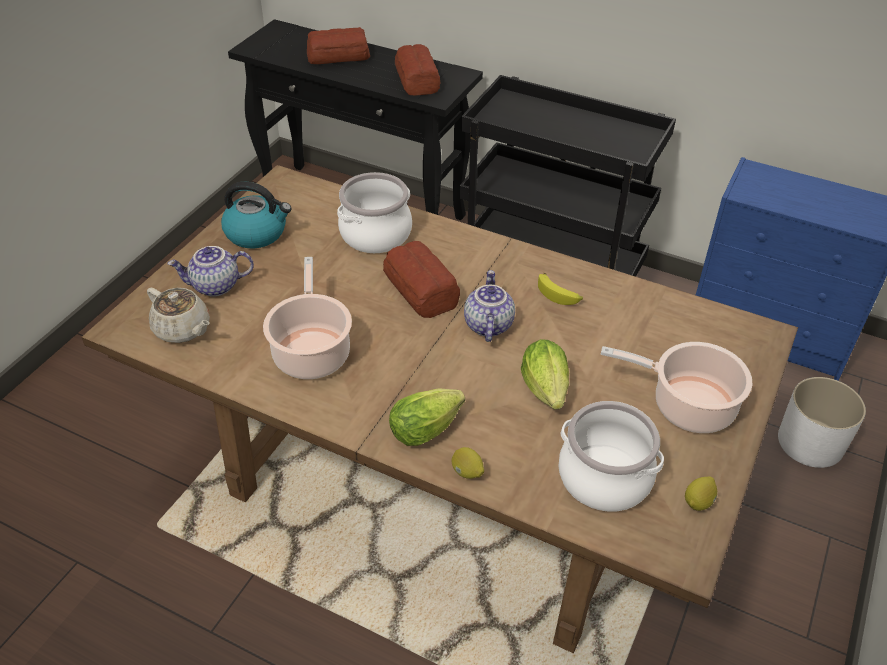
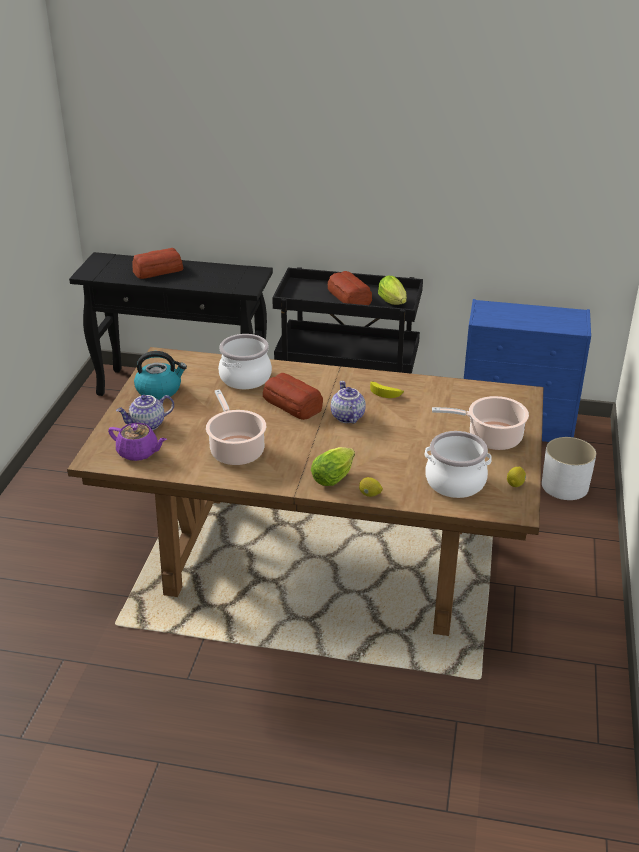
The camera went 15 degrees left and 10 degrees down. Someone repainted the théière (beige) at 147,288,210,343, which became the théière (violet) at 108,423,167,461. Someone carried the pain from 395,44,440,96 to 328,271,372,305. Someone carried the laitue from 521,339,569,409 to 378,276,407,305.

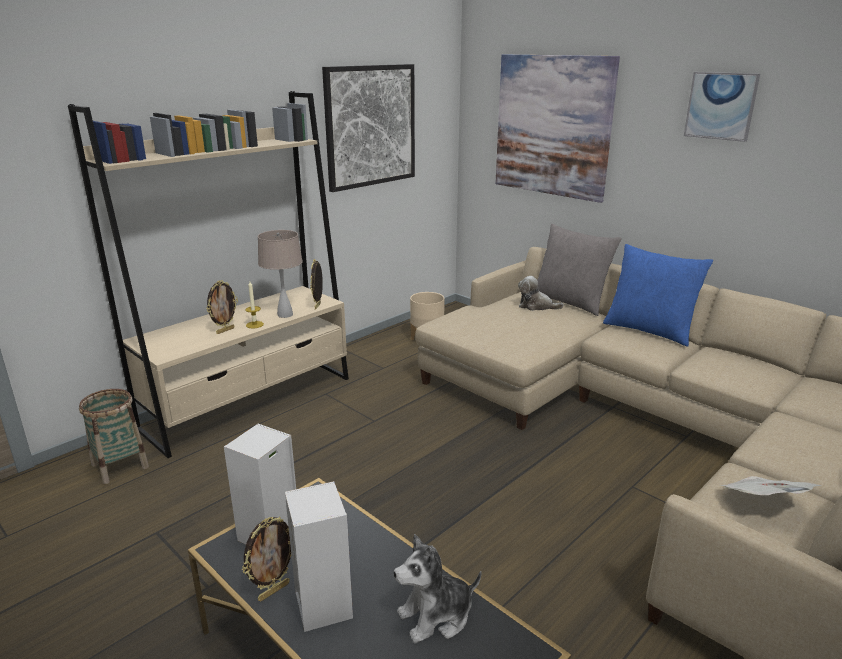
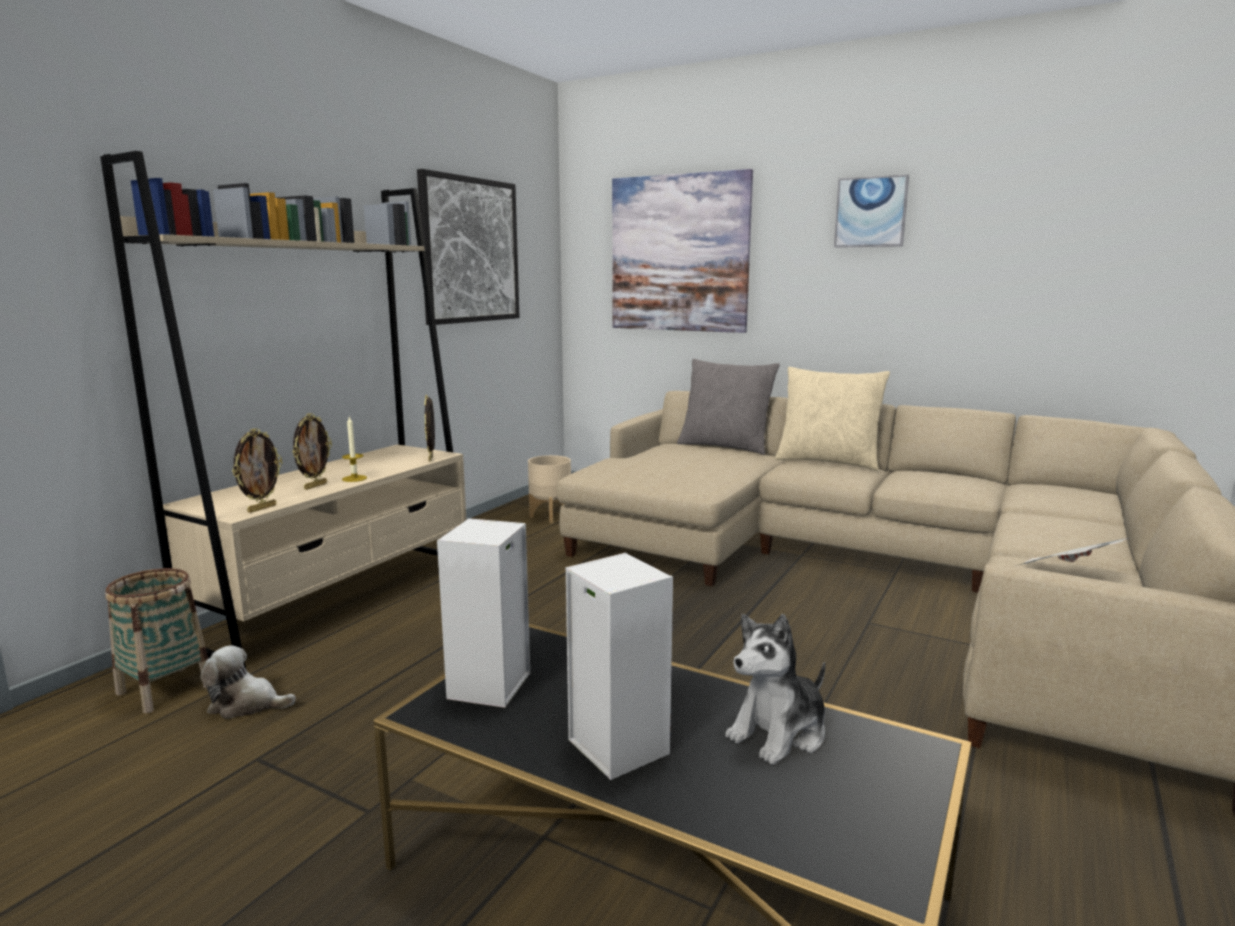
The camera went 15 degrees left and 10 degrees down. Someone carried the cadre photo from 242,517,292,601 to 232,428,283,513. Someone took away the lampe de table (beige) at 258,230,303,318. Someone carried the peluche from 518,276,564,311 to 200,645,296,719. Someone repainted the coussin (bleu) at 603,244,713,347, which became the coussin (beige) at 775,367,890,470.

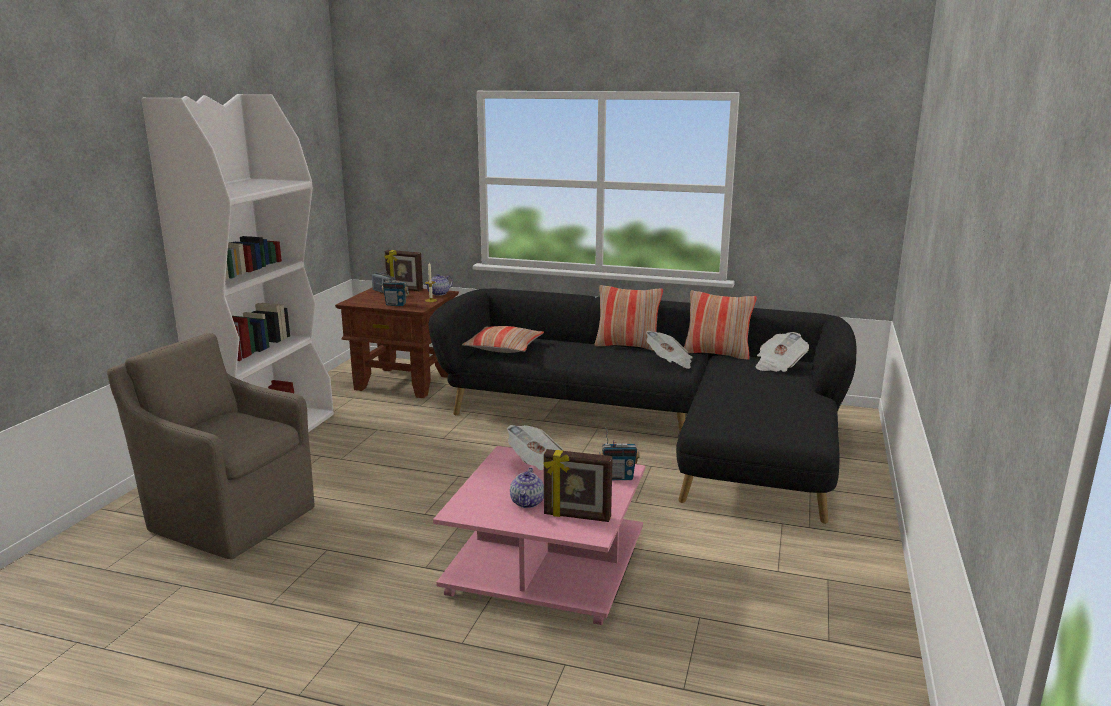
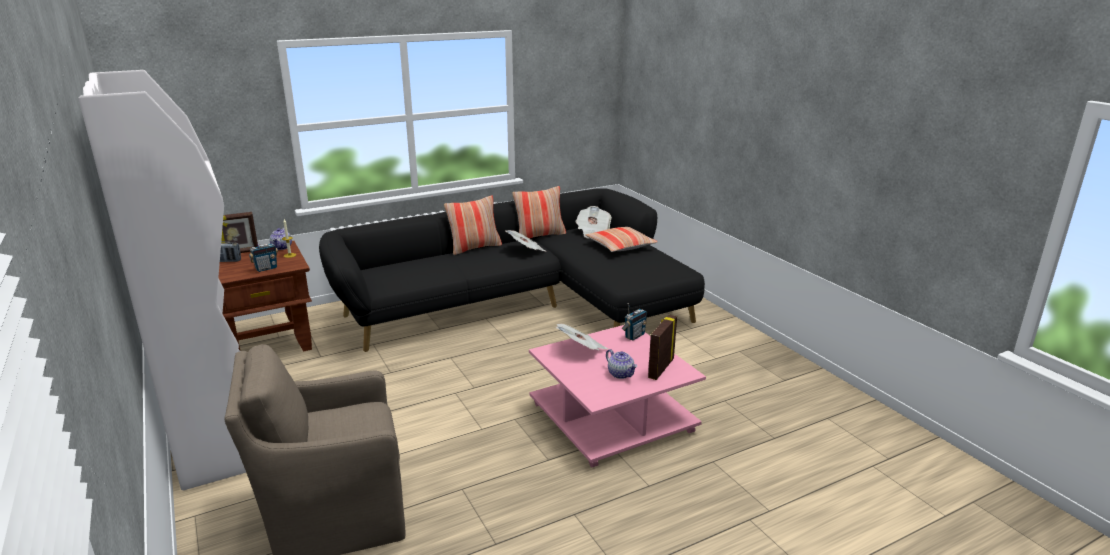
The camera went 45 degrees left and 5 degrees up. Someone carried the coussin from 462,326,544,353 to 585,227,658,252. Someone rotated the cadre photo at 544,449,613,522 by 150 degrees clockwise.

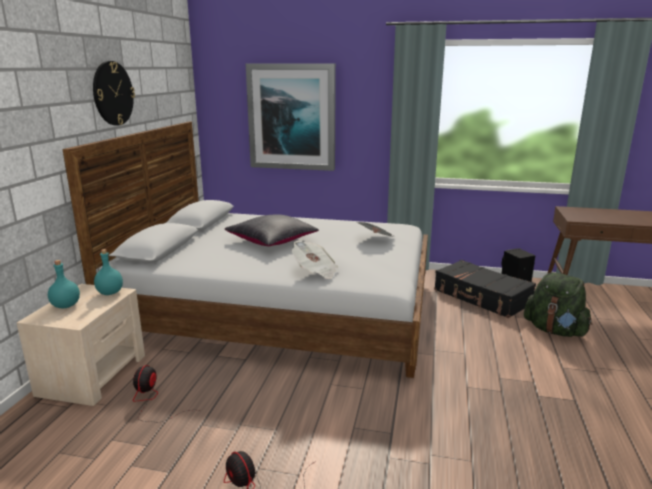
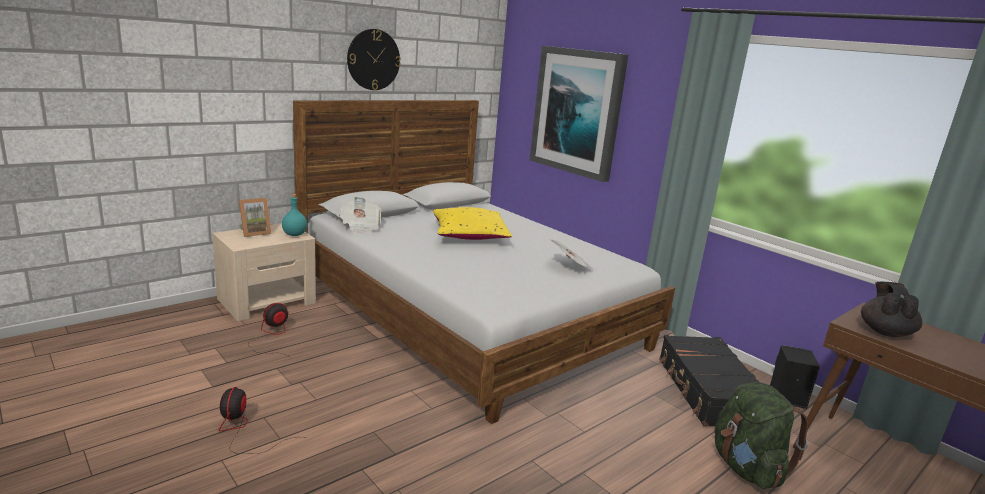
The camera went 35 degrees right and 0 degrees up. Someone swapped the bouteille (turquoise) at 48,260,80,308 for the cadre photo at 239,198,272,237. Someone repainted the coussin (noir) at 225,214,319,246, which became the coussin (jaune) at 433,207,512,240. Someone carried the journal from 291,241,339,279 to 339,197,382,234. Someone put down the théière (noir) at 861,282,922,337.

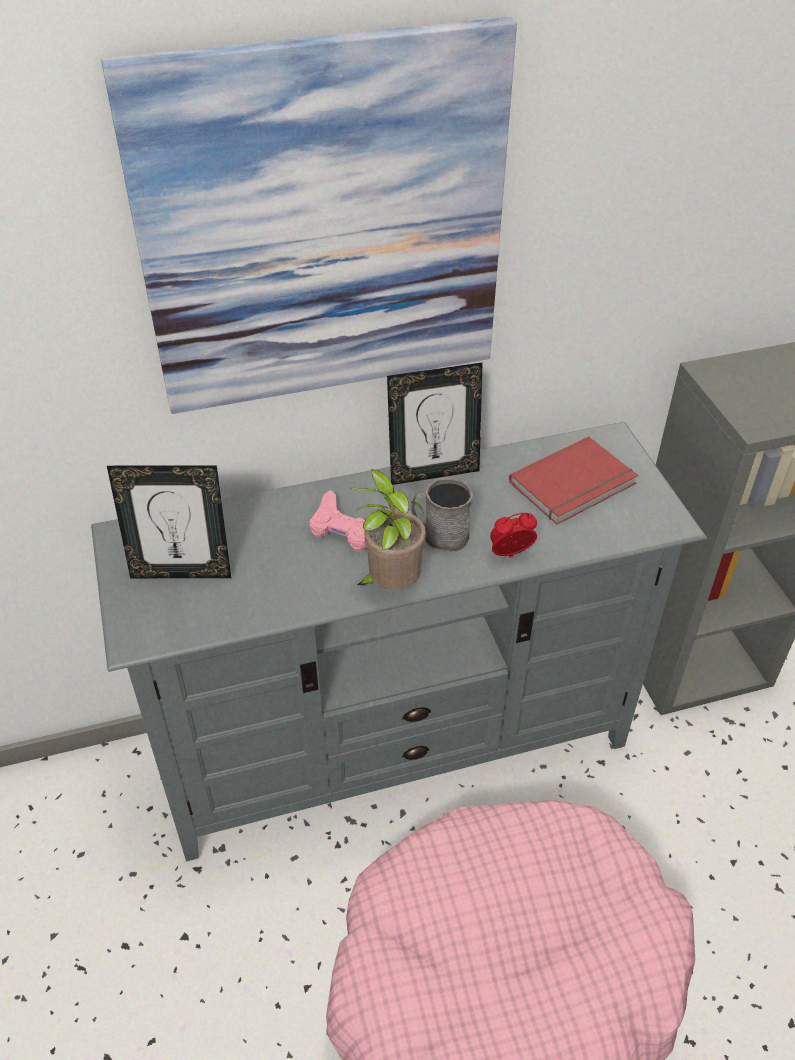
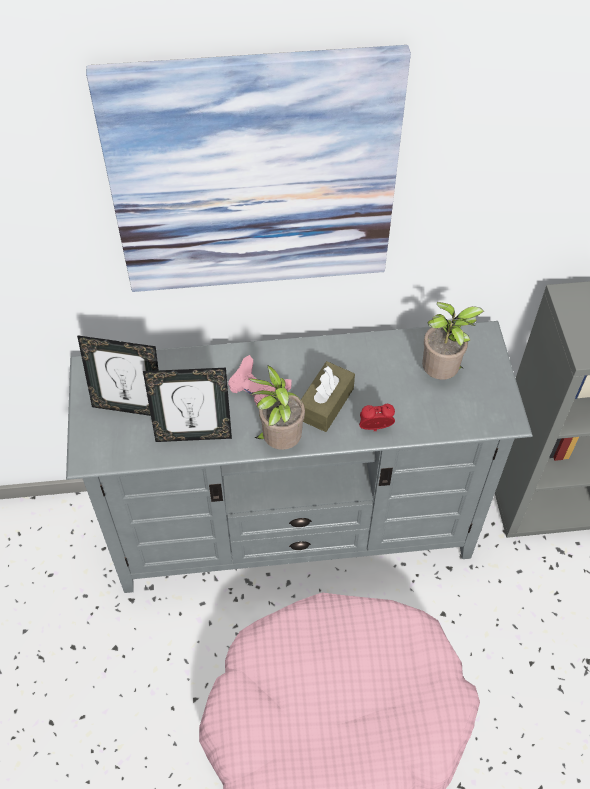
The camera went 10 degrees right and 10 degrees up. Someone carried the cadre photo from 387,362,483,485 to 143,368,232,442. Someone swapped the mug (gris) at 411,478,473,552 for the boîte à mouchoirs (marron) at 301,361,355,432. Someone swapped the livre (rouge) at 509,436,638,524 for the plante en pot at 422,302,484,380.

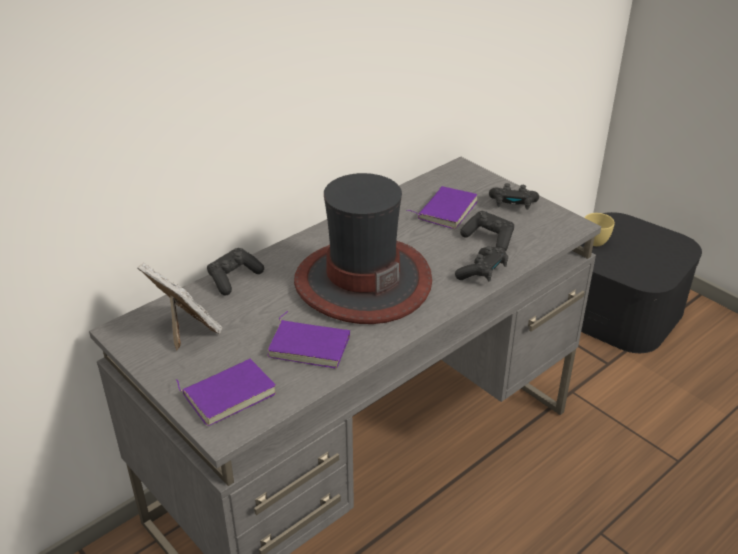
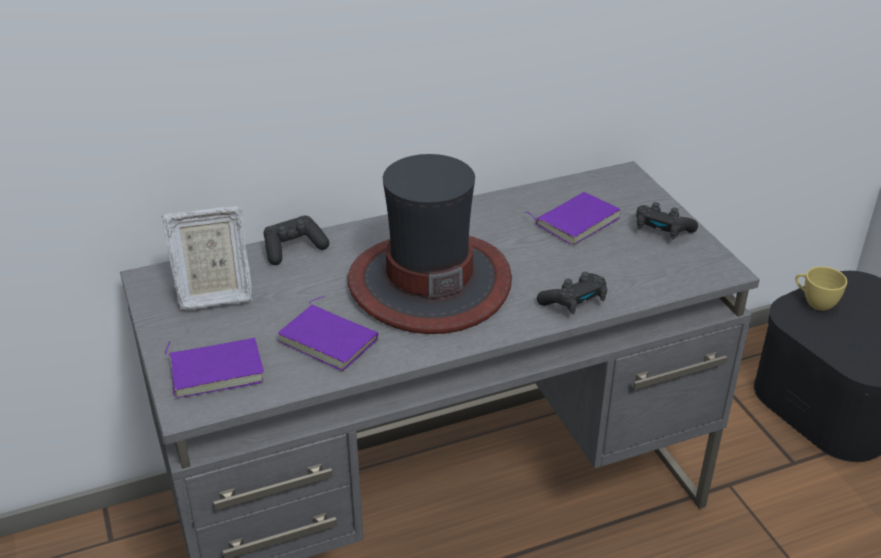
The camera went 20 degrees right and 0 degrees up. Someone rotated the cadre photo at 138,263,222,351 by 105 degrees clockwise. Someone took away the manette (noir) at 460,211,514,251.

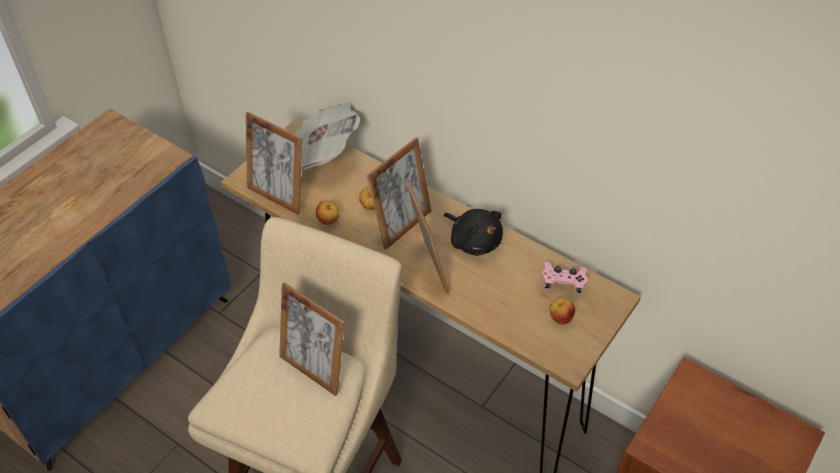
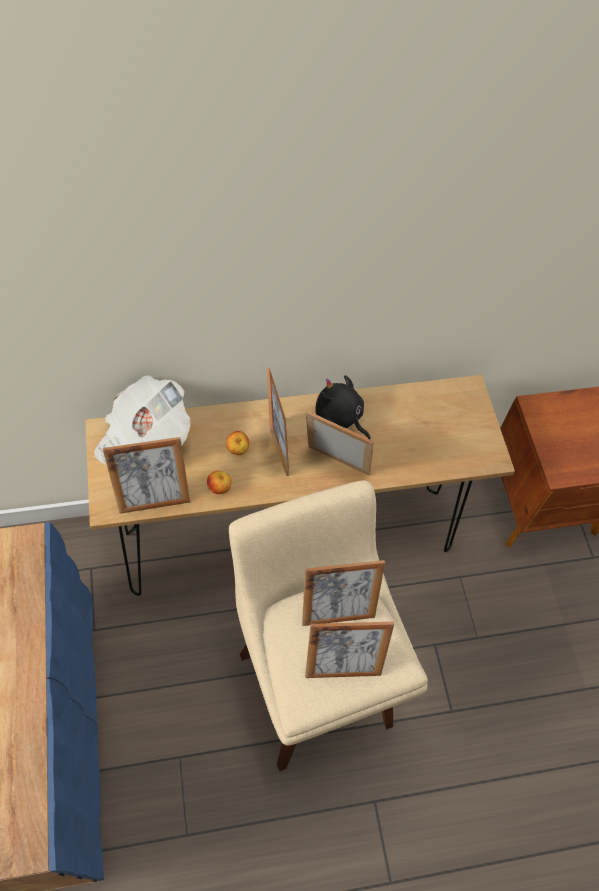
The camera went 50 degrees left and 10 degrees up. Someone rotated the peluche (noir) at 444,209,503,256 by 135 degrees counterclockwise. Someone took away the manette (rose) at 542,262,588,295. Someone took away the pomme at 549,298,575,325. Someone put down the cadre photo at 305,622,394,678.

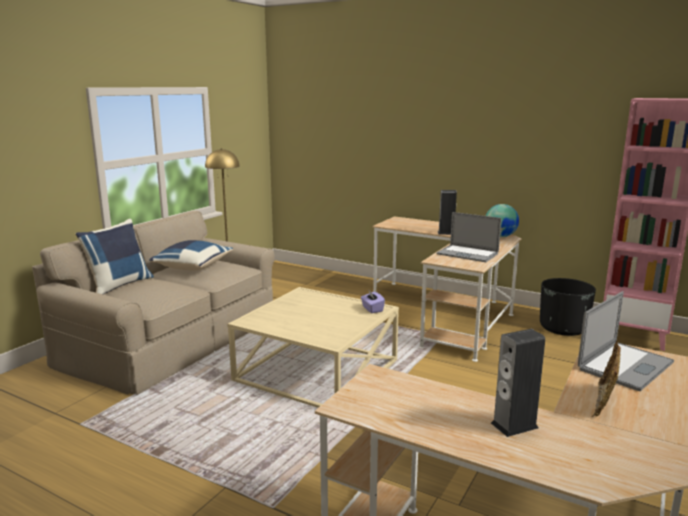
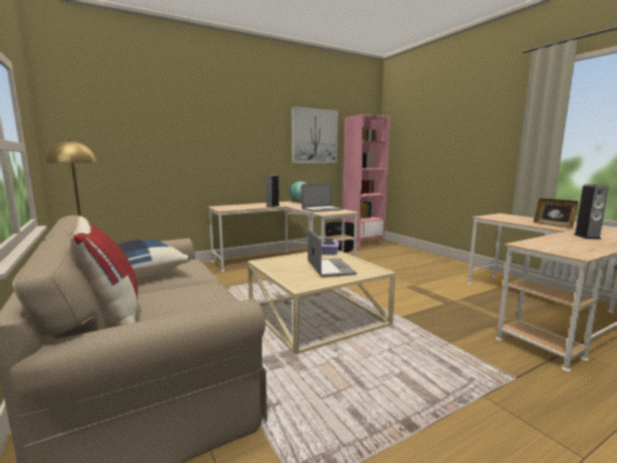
The camera went 60 degrees left and 5 degrees down. Someone repainted the coussin (bleu) at 76,219,154,295, which became the coussin (rouge) at 68,216,138,326. Someone carried the ordinateur portable from 578,291,674,391 to 308,228,357,278. Someone put up the tableau at 291,107,338,163.

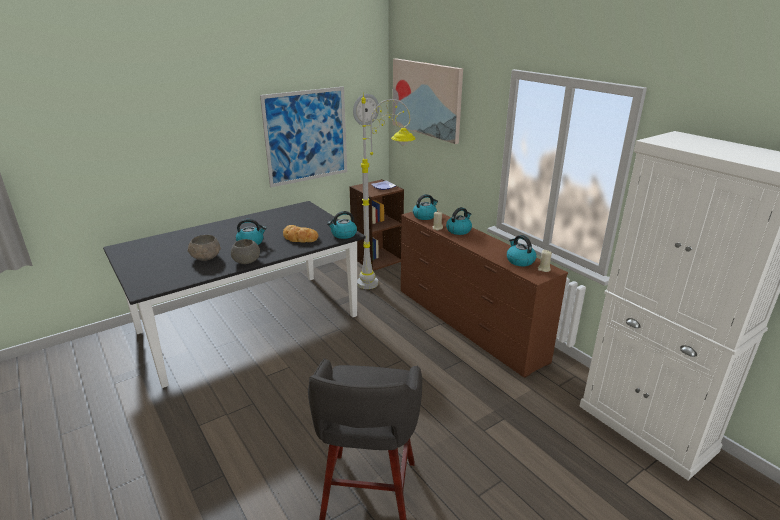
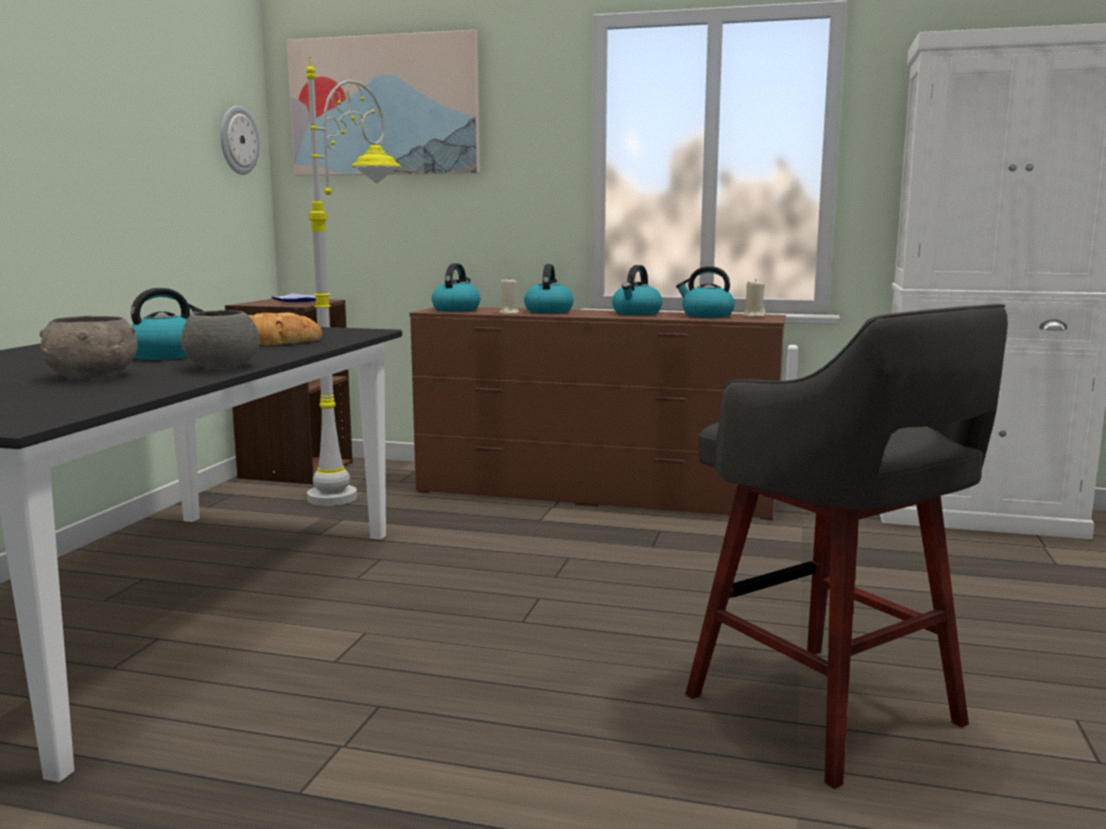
The camera went 40 degrees left and 15 degrees down. Someone took away the tableau at 260,87,347,188. Someone carried the bouilloire from 327,211,357,239 to 612,265,663,315.

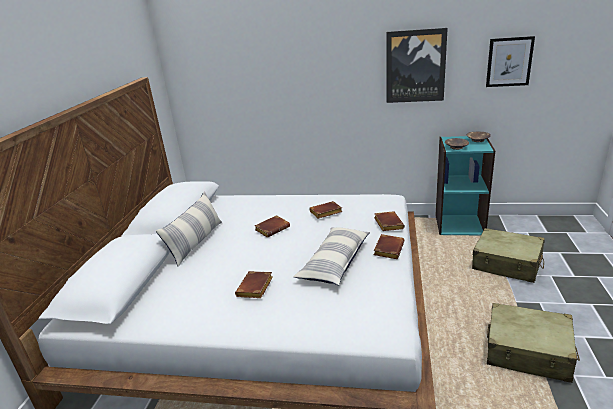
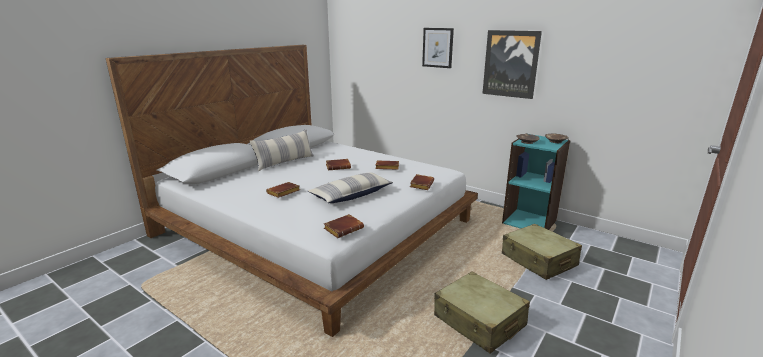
The camera went 25 degrees right and 5 degrees down. Someone carried the livre (marron) from 374,234,404,259 to 324,214,364,238. Someone carried the tableau from 486,36,535,87 to 422,28,454,68.

